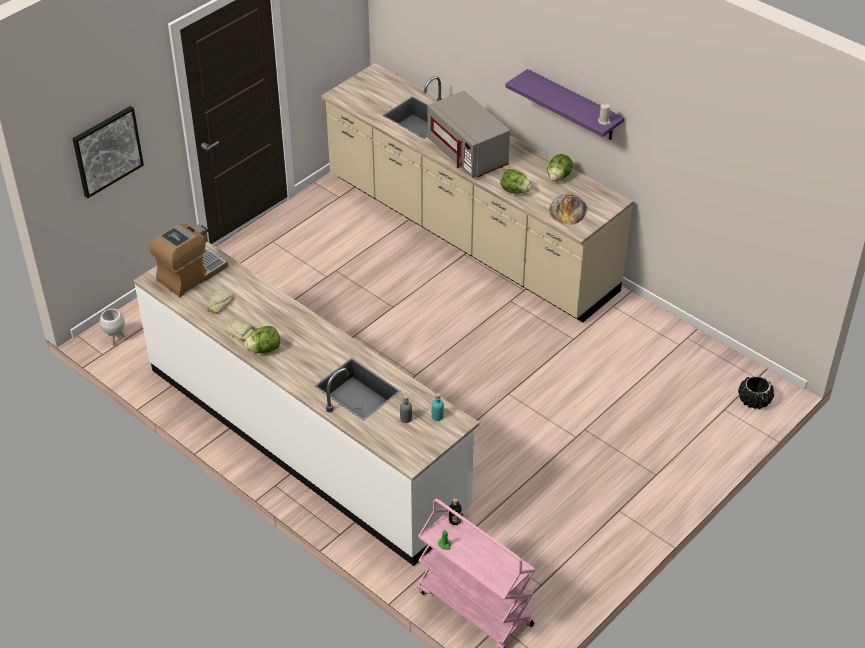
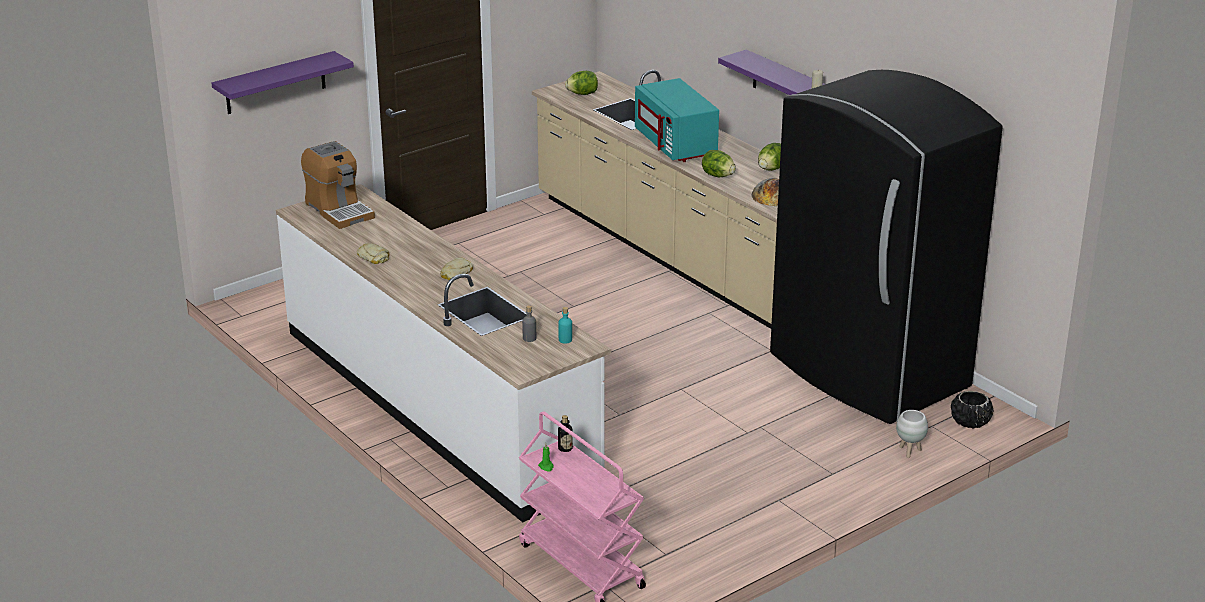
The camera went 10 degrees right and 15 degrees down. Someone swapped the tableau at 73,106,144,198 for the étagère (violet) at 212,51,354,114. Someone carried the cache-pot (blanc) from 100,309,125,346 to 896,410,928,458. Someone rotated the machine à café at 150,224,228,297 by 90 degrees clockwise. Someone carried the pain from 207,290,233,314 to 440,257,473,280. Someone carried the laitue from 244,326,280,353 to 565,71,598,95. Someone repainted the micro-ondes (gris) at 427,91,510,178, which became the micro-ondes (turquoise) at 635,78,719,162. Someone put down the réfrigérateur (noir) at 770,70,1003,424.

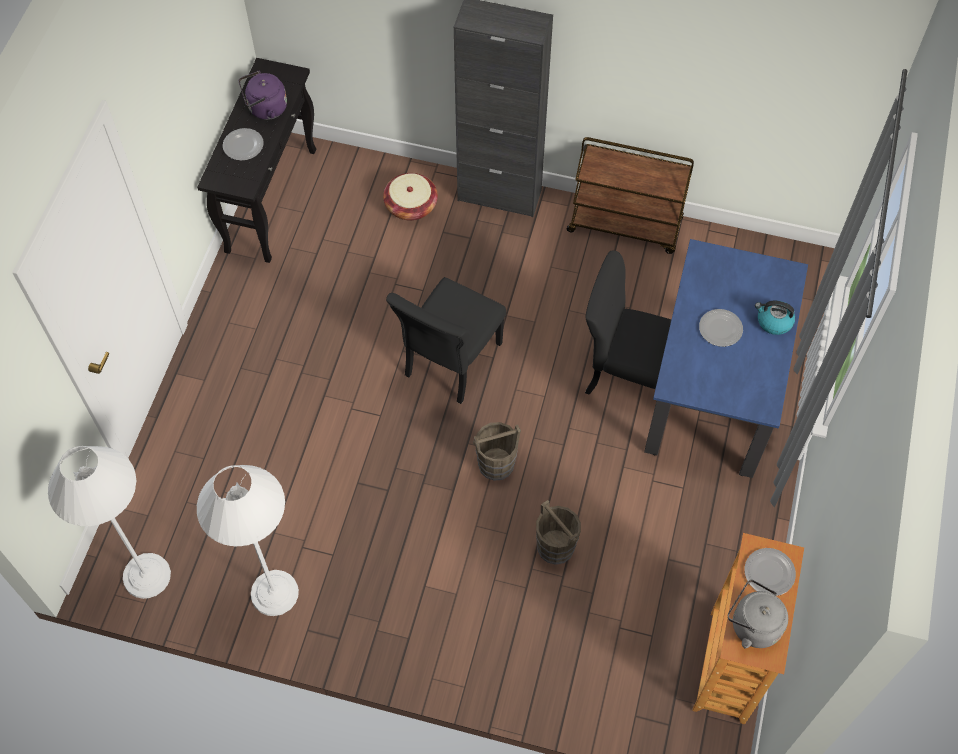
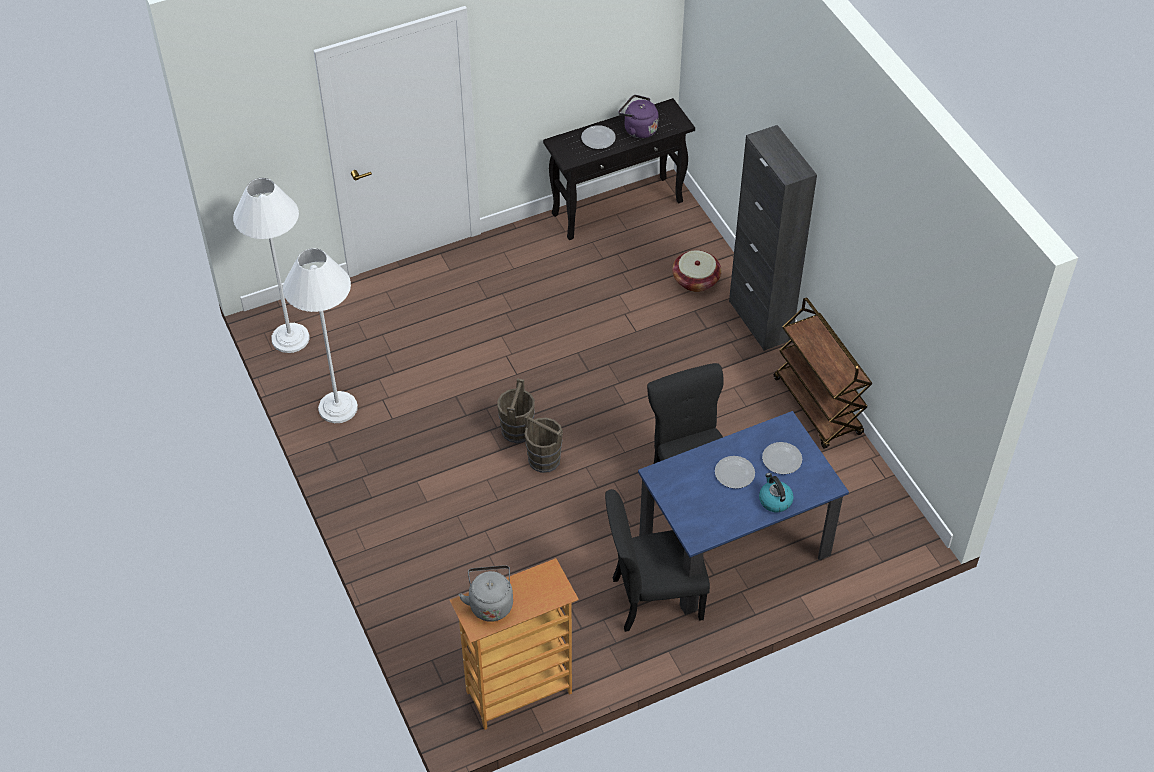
The camera went 50 degrees right and 10 degrees down. Someone carried the chaise (noir) from 386,277,506,404 to 605,489,710,632. Someone carried the seau (marron) from 536,500,581,565 to 497,379,535,443. Someone carried the assiette from 745,548,796,596 to 762,442,802,474.

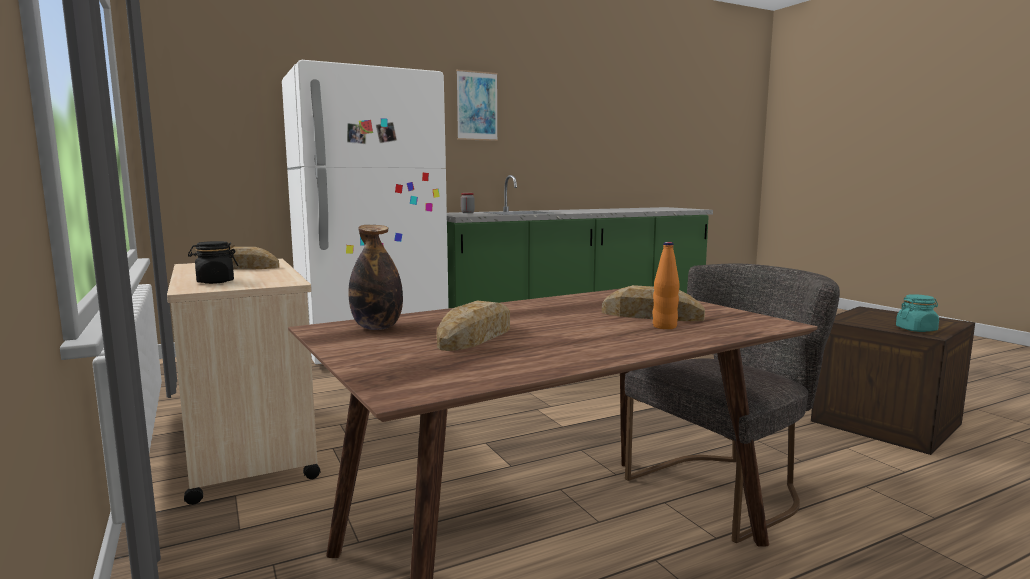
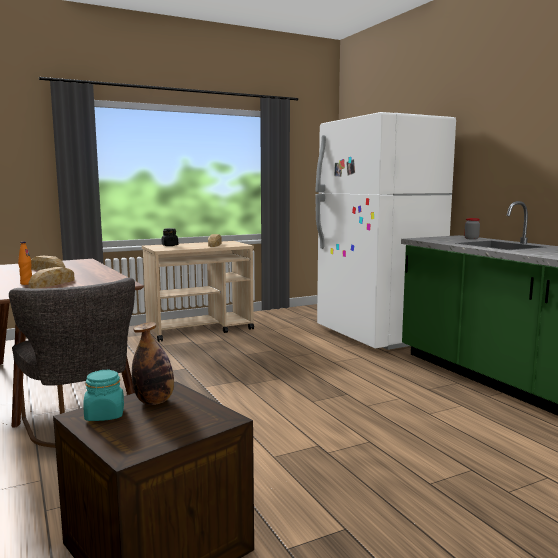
The camera went 90 degrees right and 0 degrees up. Someone carried the bouteille from 348,225,403,330 to 132,322,174,405. Someone took away the tableau at 456,70,498,141.

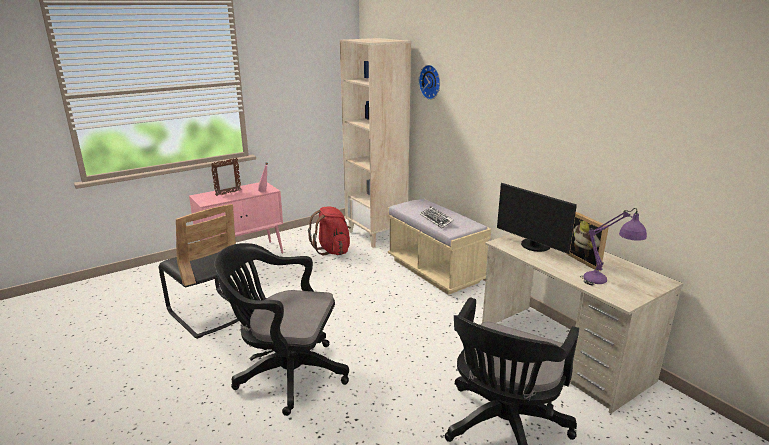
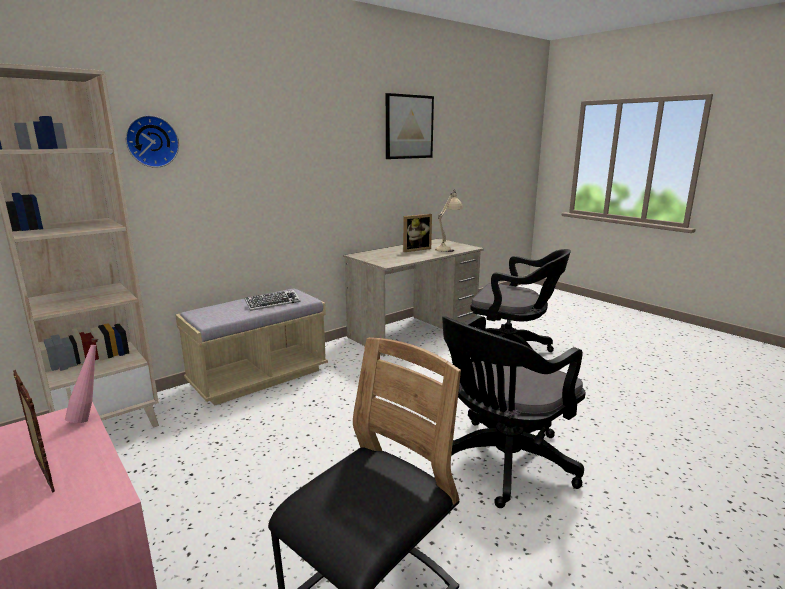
The camera went 95 degrees left and 5 degrees down. Someone rotated the chaise de bureau (noir) at 215,243,349,416 by 45 degrees clockwise. Someone took away the sac à dos (rouge) at 308,207,351,255. Someone took away the écran d'ordinateur at 497,183,577,254. Someone repainted the lampe de table (violet) at 580,208,647,286, which became the lampe de table (beige) at 435,189,463,252. Someone put up the tableau at 386,93,434,159.

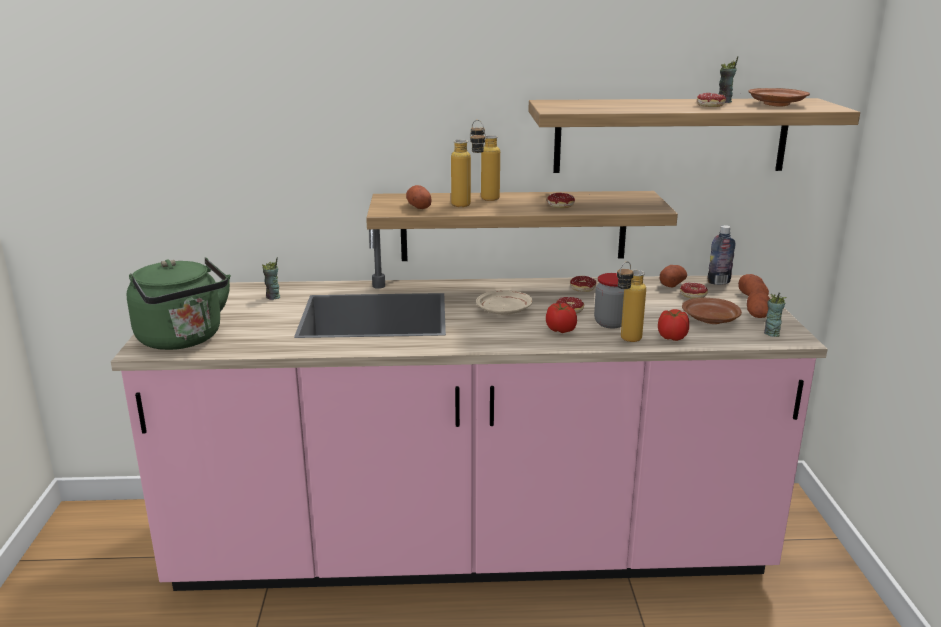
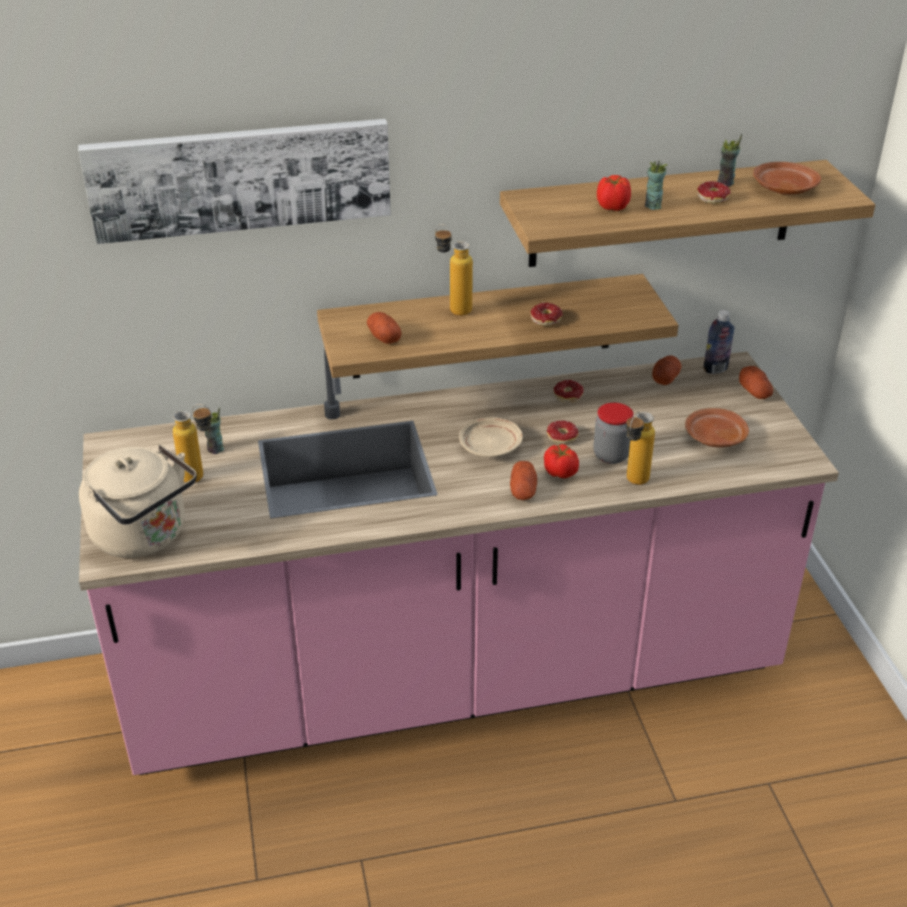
The camera went 10 degrees left and 15 degrees up. Someone repainted the bouilloire (vert) at 127,257,231,350, which became the bouilloire (beige) at 79,444,197,558. Someone carried the bouteille from 451,127,486,207 to 173,404,212,483. Someone carried the tomate from 658,309,689,341 to 597,175,631,211. Someone took away the beignet at 680,282,708,299. Someone carried the pomme de terre from 747,291,770,318 to 510,461,537,500. Someone carried the tasse from 764,293,787,337 to 645,161,667,210. Someone put up the tableau at 78,119,391,244.

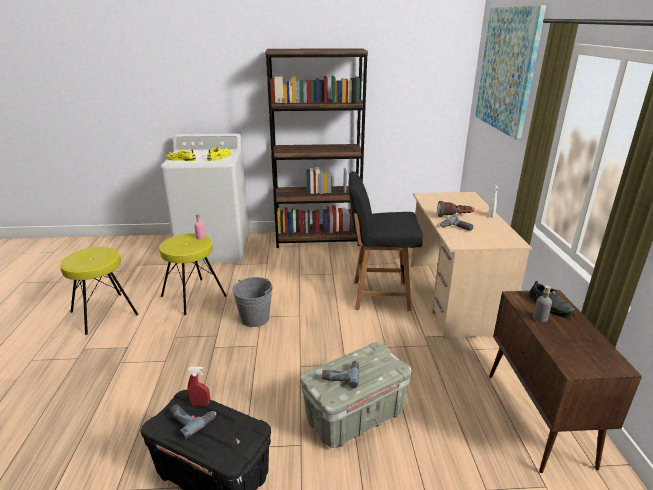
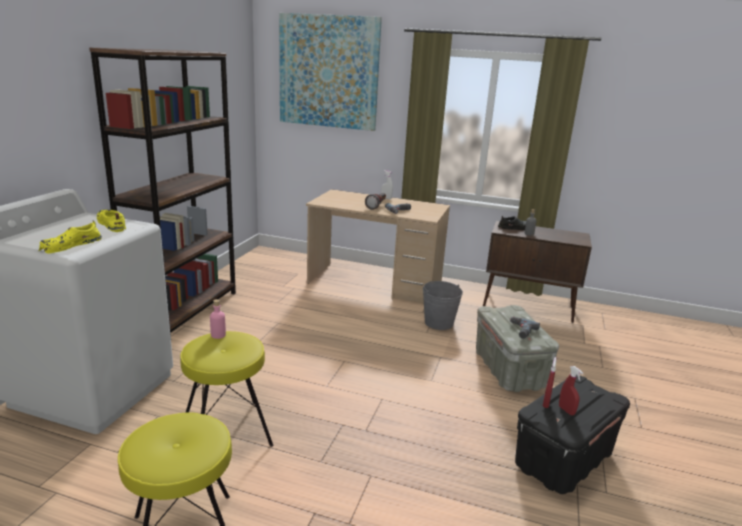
The camera went 70 degrees left and 5 degrees down. Someone swapped the perceuse at 170,404,216,439 for the vaporisateur (rouge) at 559,366,583,415. Someone carried the seau (gris) from 232,277,273,327 to 423,281,463,330. Someone took away the chaise (noir) at 349,171,423,311.

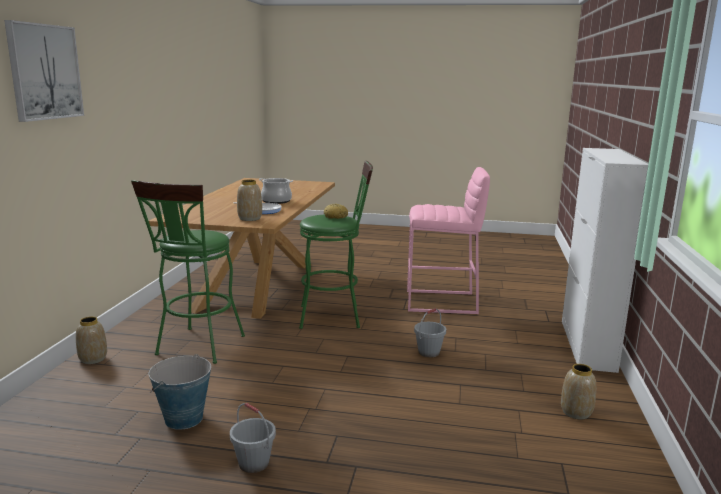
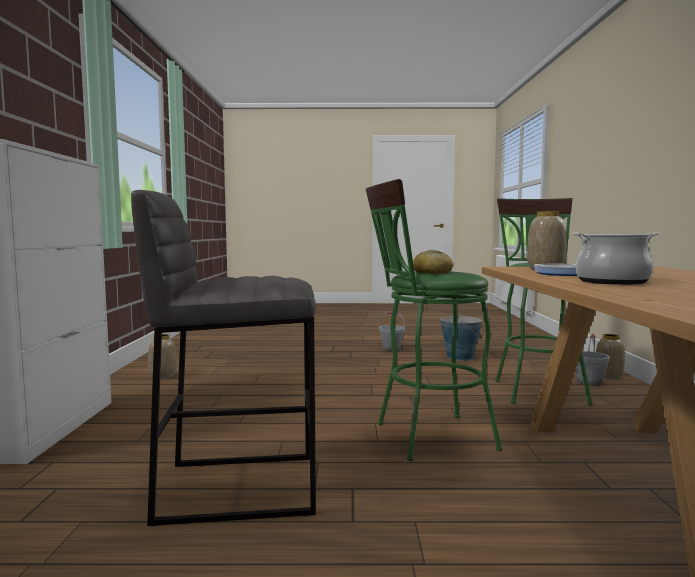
The camera went 170 degrees right and 10 degrees down. Someone took away the tableau at 4,20,84,122. Someone repainted the tabouret (rose) at 407,167,490,314, which became the tabouret (gris) at 131,190,316,526. Someone carried the seau (gris) from 414,308,446,357 to 576,334,610,386.

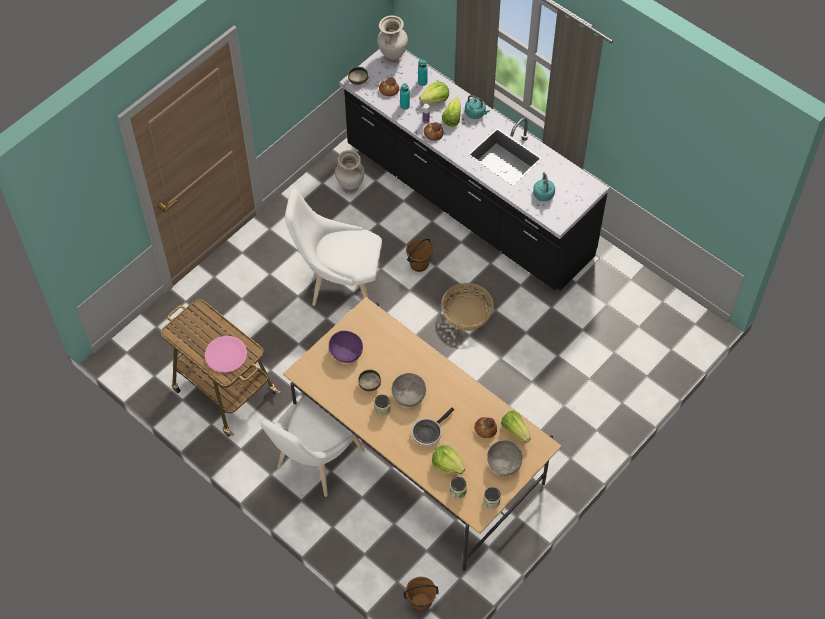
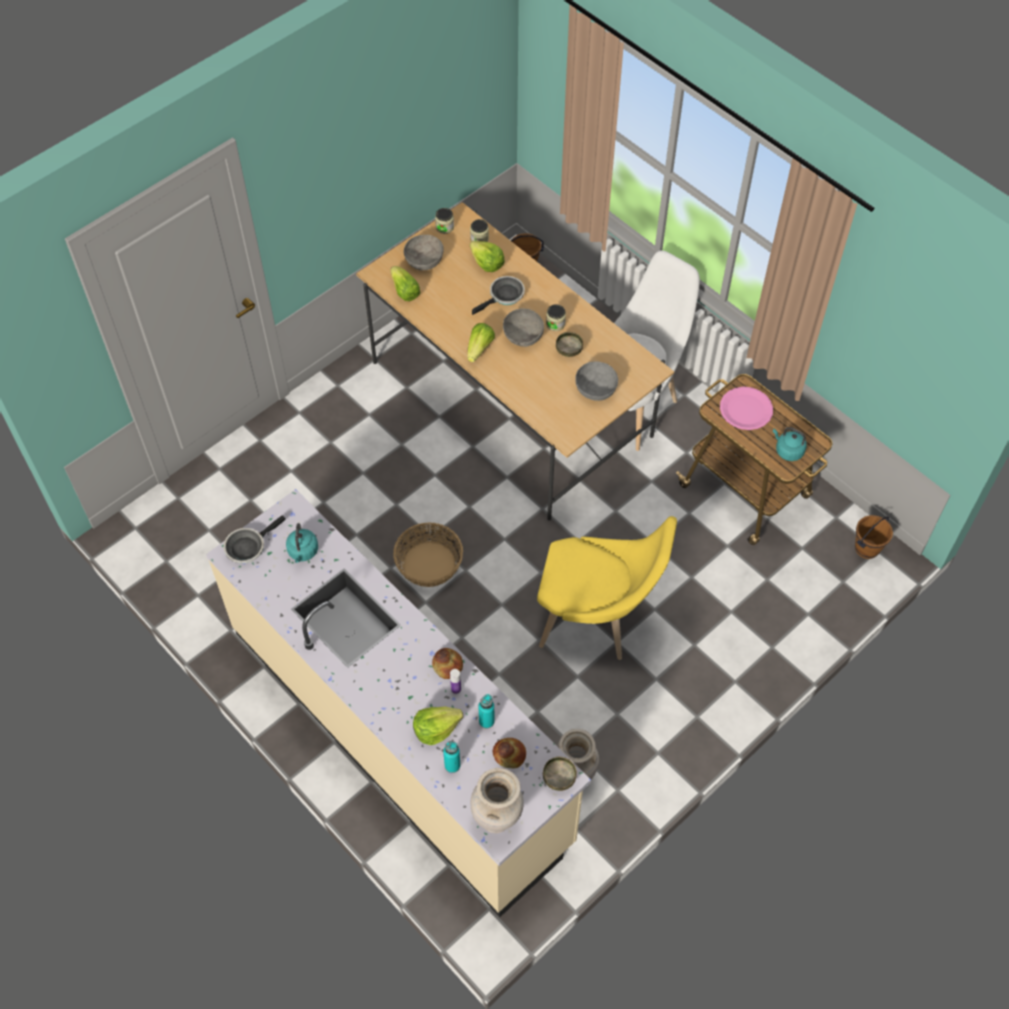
The camera went 175 degrees left and 0 degrees up. Someone repainted the chaise (blanc) at 285,189,382,306, which became the chaise (jaune) at 537,516,677,660. Someone repainted the bol (violet) at 329,331,363,363, which became the bol (gris) at 575,362,618,401. Someone repainted the comptoir de cuisine (noir) at 339,49,610,291, which became the comptoir de cuisine (beige) at 206,489,591,917. Someone carried the seau (marron) from 406,239,433,272 to 855,515,893,559. Someone carried the laitue from 442,98,461,126 to 467,323,495,362. Someone carried the bouilloire (turquoise) from 465,95,490,119 to 773,427,807,461. Someone took away the pain at 474,417,497,438. Someone put down the poêle at 223,515,286,564.

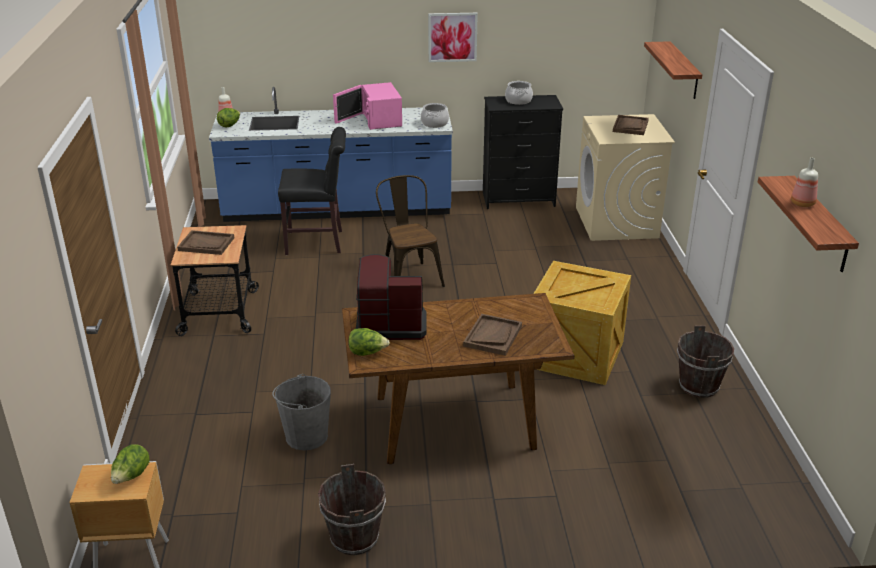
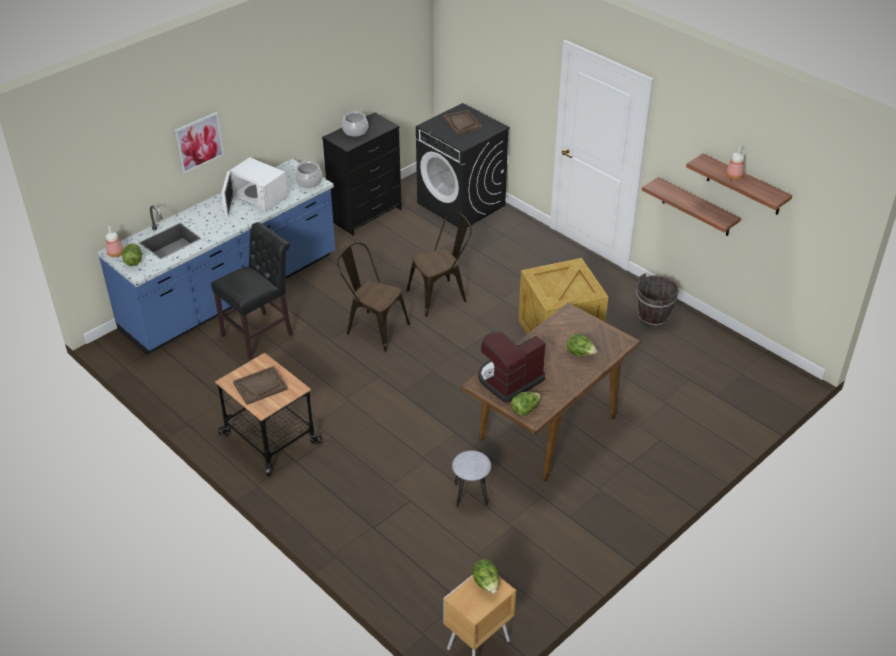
The camera went 40 degrees left and 10 degrees up. Someone swapped the seau (gris) at 272,374,331,450 for the tabouret (gris) at 452,450,491,508. Someone took away the seau (marron) at 318,464,386,555. Someone repainted the micro-ondes (rose) at 333,82,402,130, which became the micro-ondes (blanc) at 222,157,288,218. Someone carried the tableau from 428,13,478,62 to 174,112,224,174. Someone swapped the plateau (marron) at 463,314,522,356 for the laitue at 567,334,597,356. Someone repainted the lave-linge (beige) at 576,114,675,241, which became the lave-linge (noir) at 416,103,510,228. Someone carried the étagère from 644,41,702,99 to 642,177,741,236. Someone put down the chaise (marron) at 407,211,472,317.

